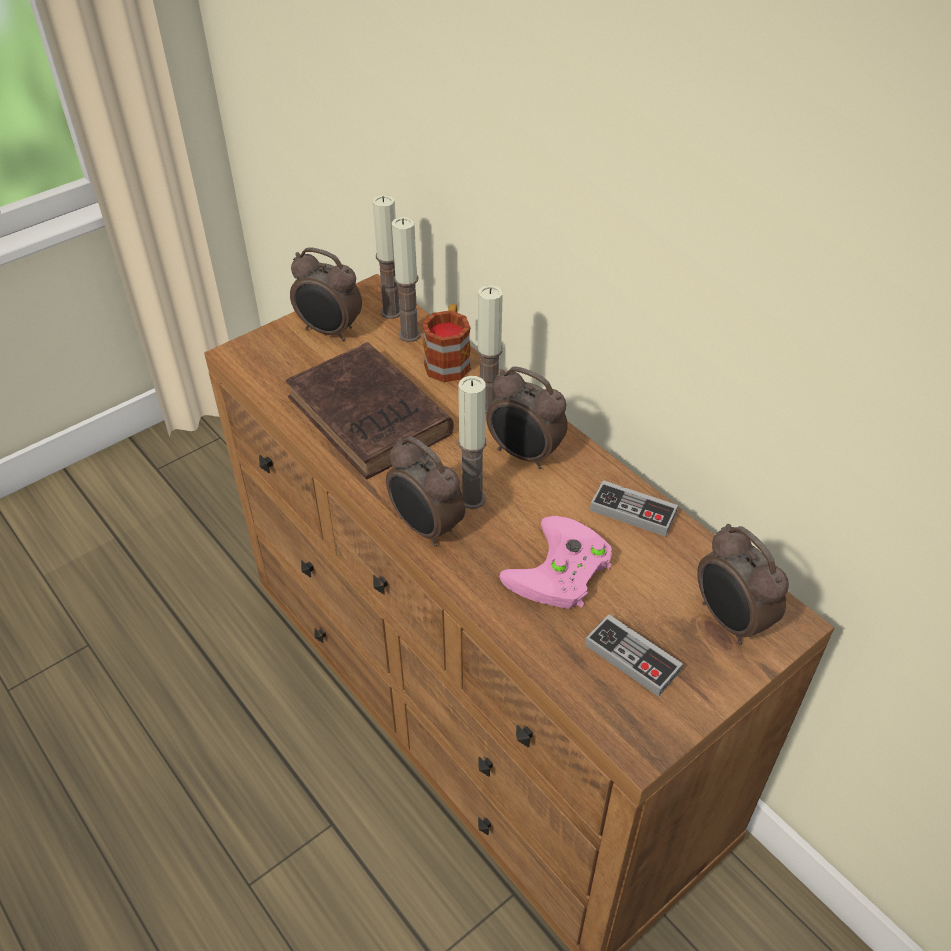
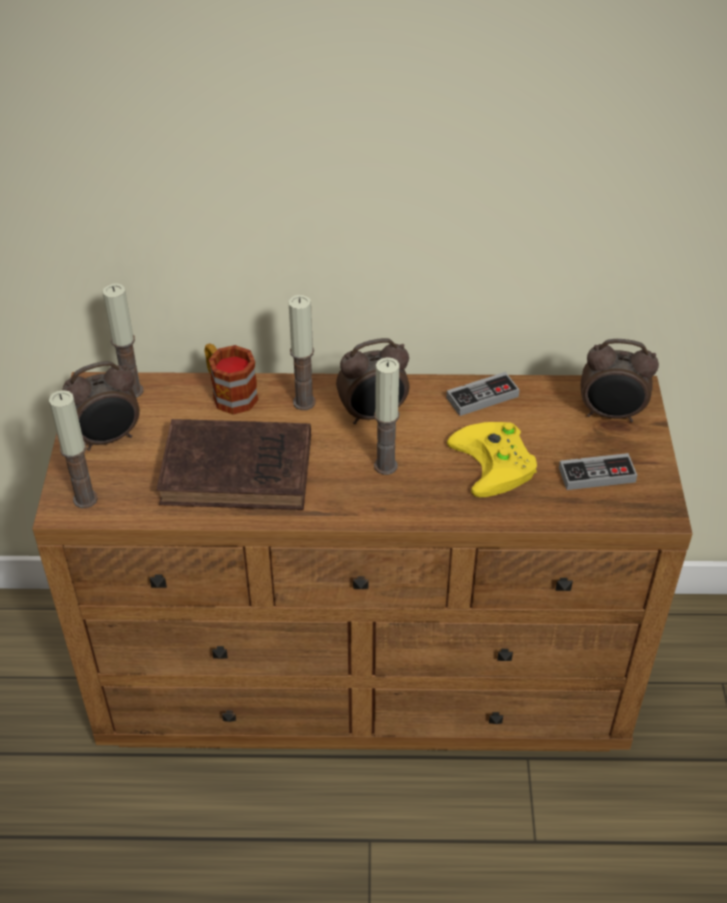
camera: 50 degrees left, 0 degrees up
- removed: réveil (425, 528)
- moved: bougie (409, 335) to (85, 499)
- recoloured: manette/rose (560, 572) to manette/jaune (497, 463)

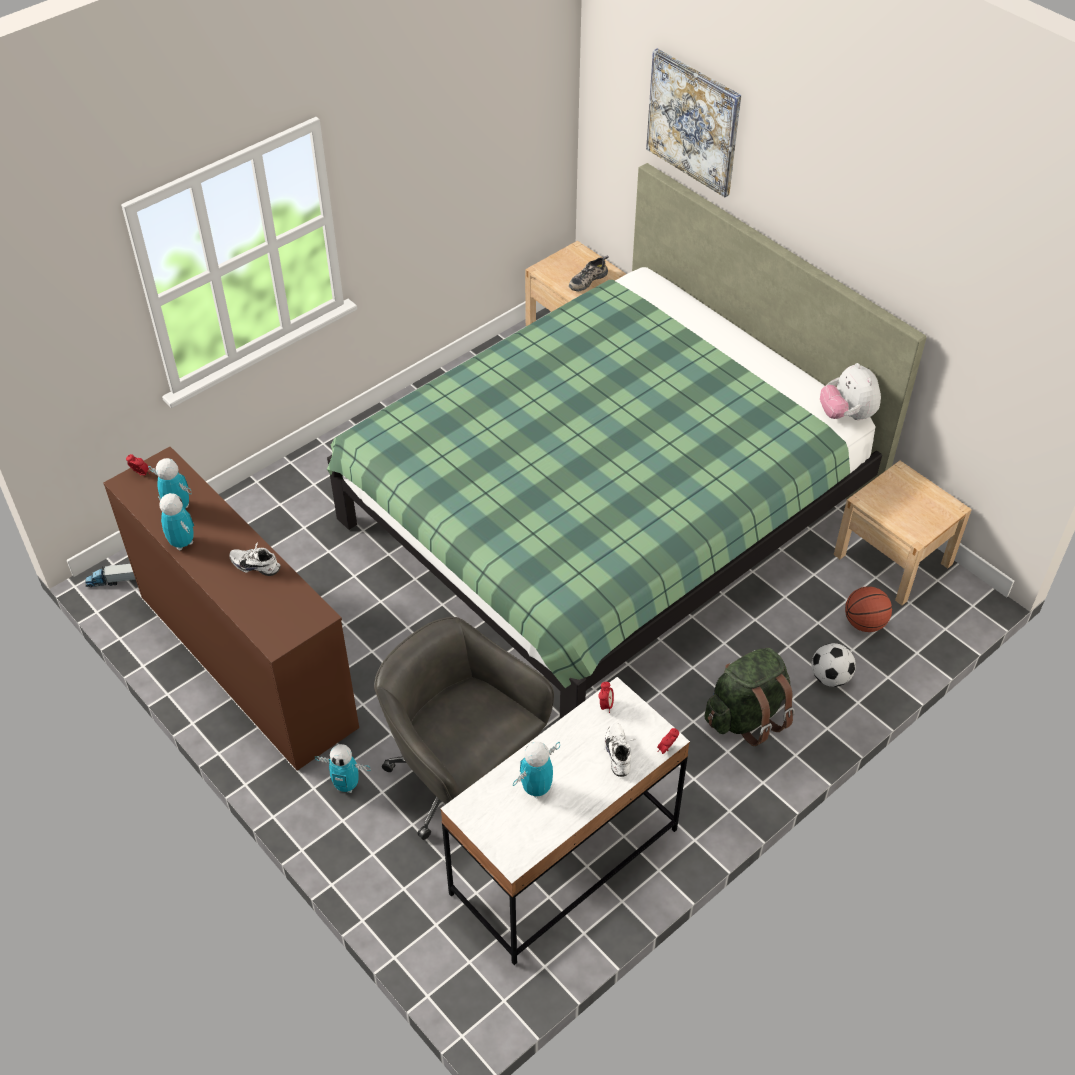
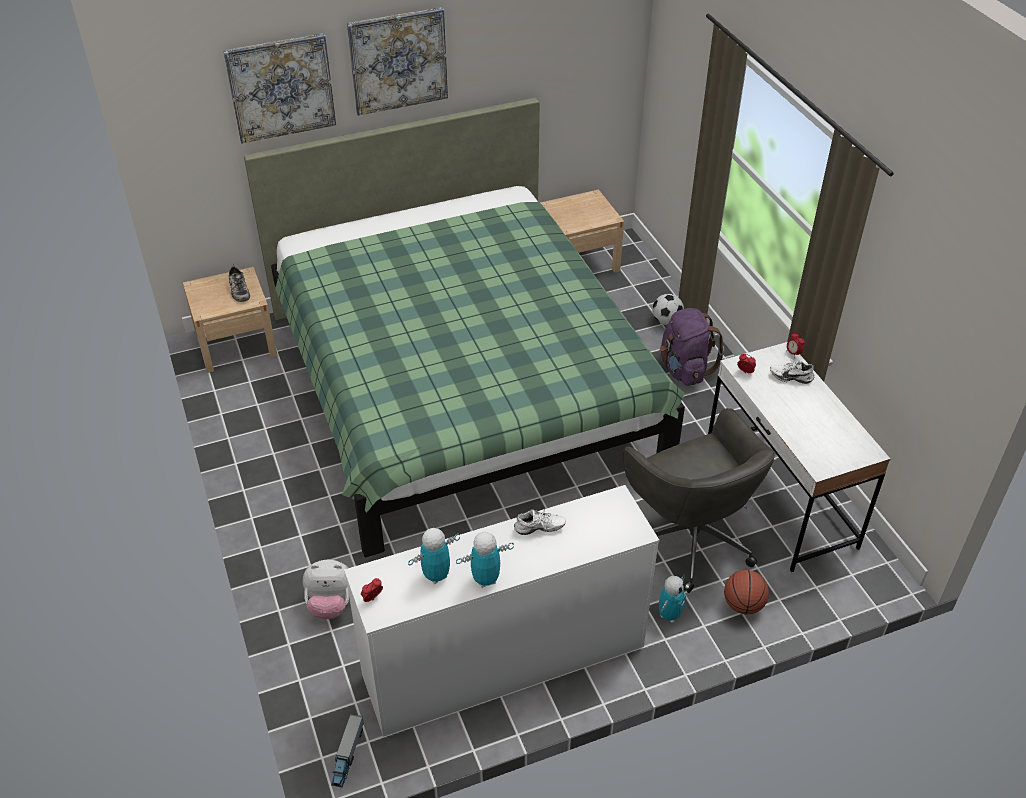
camera: 70 degrees left, 5 degrees down
- removed: robot jouet (536, 789)
- added: tableau (398, 61)
- moved: peluche (847, 415) to (331, 604)
- moved: ballon de basket (864, 623) to (743, 605)
- recoloured: commode/marron (246, 660) to commode/blanc (503, 661)
- recoloured: sac à dos/vert (746, 716) to sac à dos/violet (684, 370)
- turned: chaussure/blanc (256, 565) = (539, 529) 135 degrees counterclockwise
- turned: chaise de bureau/gris (464, 781) = (690, 538) 90 degrees counterclockwise

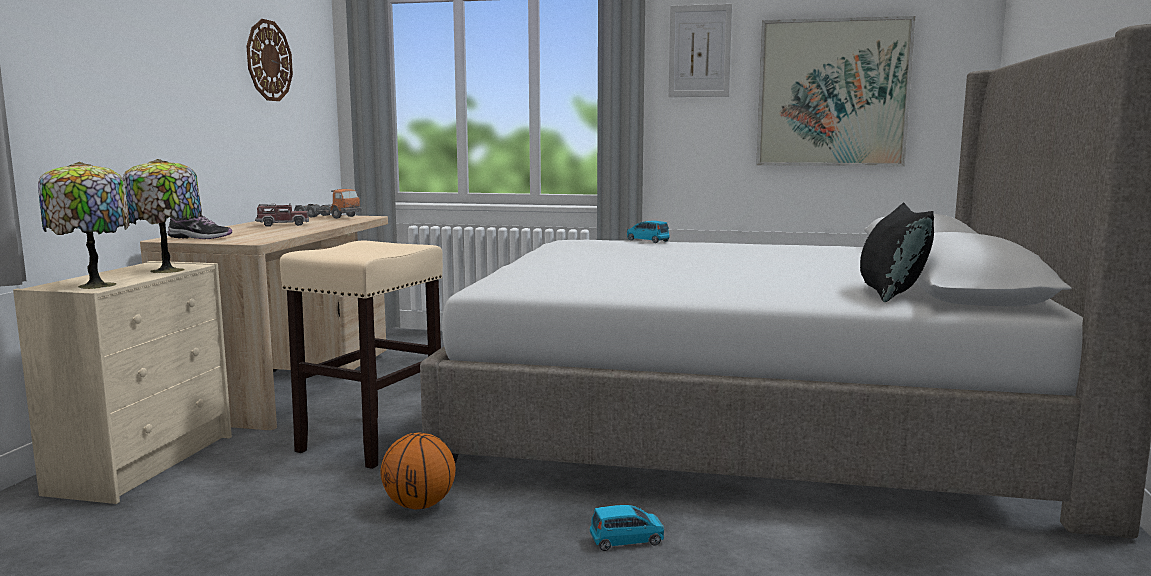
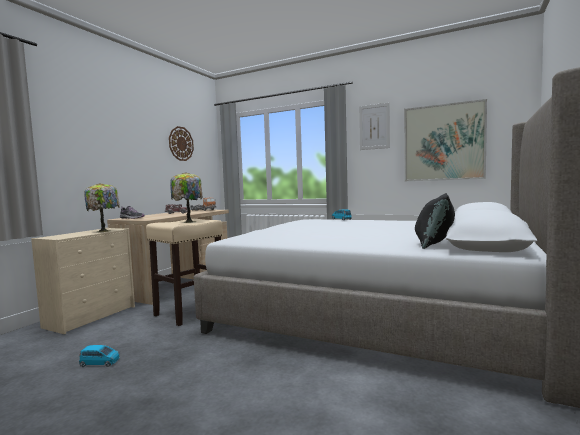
camera: 15 degrees right, 5 degrees down
- removed: ballon de basket (419, 505)
- moved: lampe de table (93, 285) to (188, 222)
- moved: petite voiture/bleu (627, 540) to (100, 363)

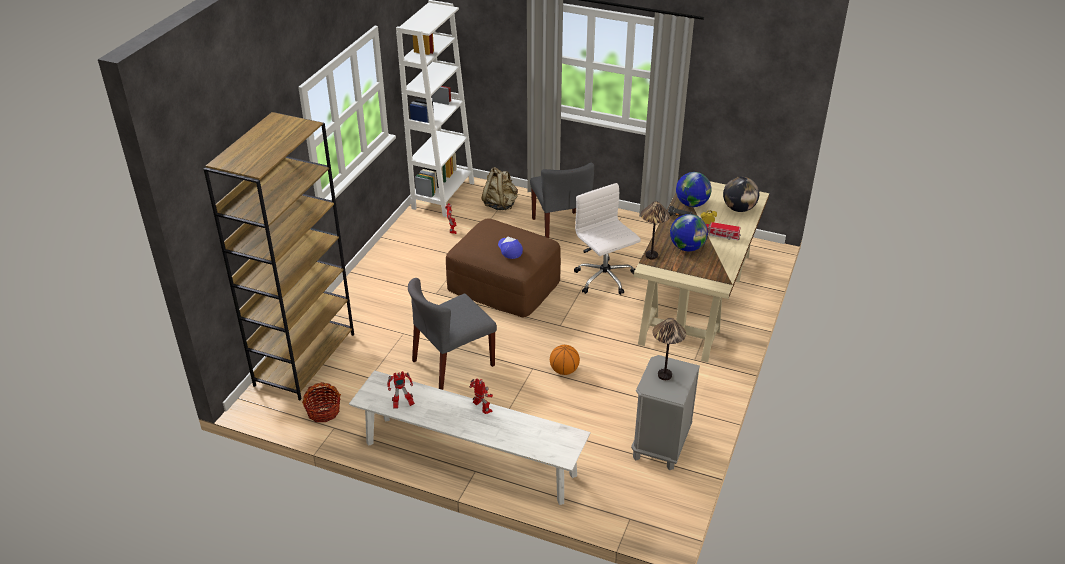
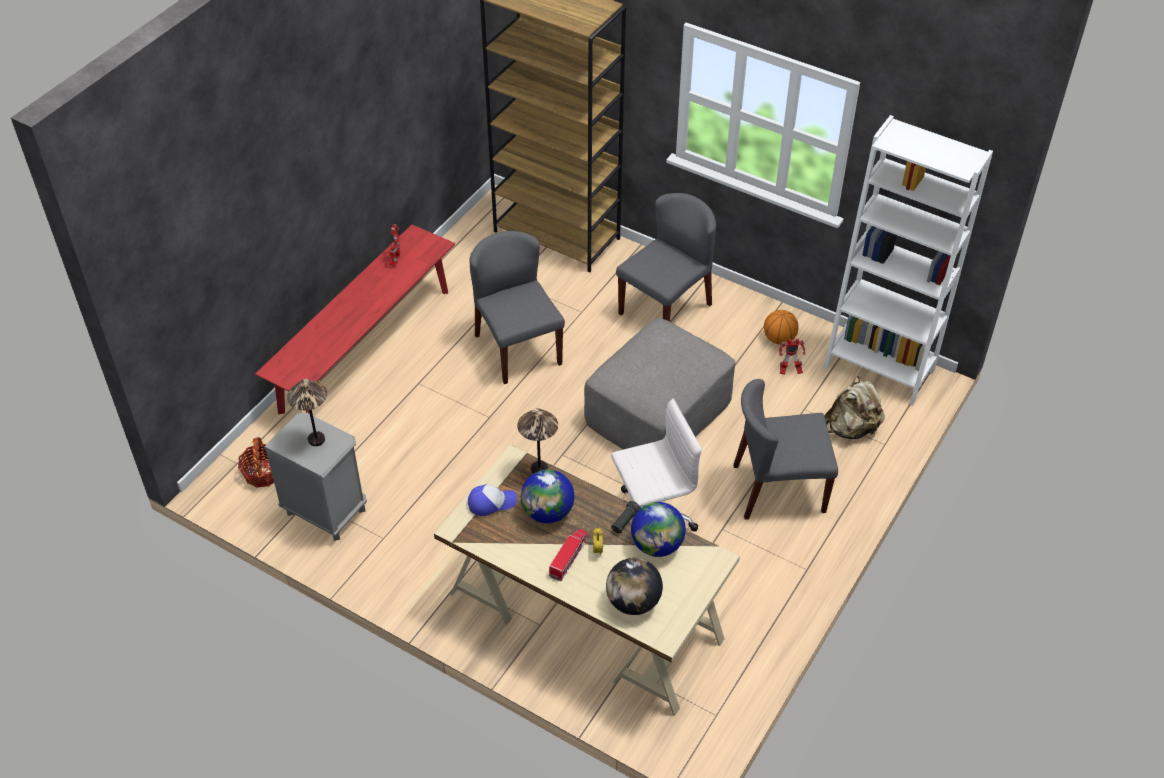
camera: 100 degrees right, 10 degrees up
- removed: robot jouet (482, 409)
- added: chaise/gris (665, 308)
- moved: panier (323, 411) to (263, 473)
- moved: casquette (509, 250) to (491, 502)
- moved: ballon de basket (564, 370) to (779, 339)
- recoloured: banc/blanc (469, 459) to banc/rouge (366, 349)
- recoloured: pouf/marron (504, 284) to pouf/gris (658, 411)

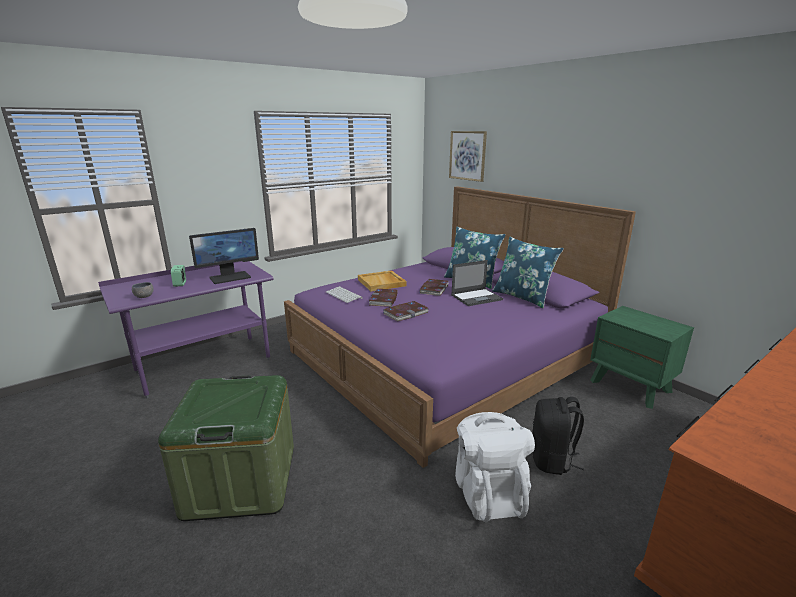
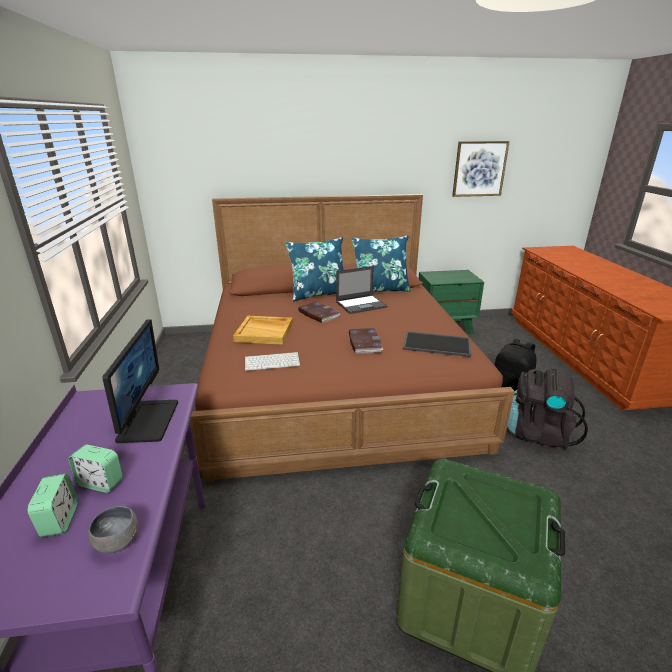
camera: 60 degrees left, 5 degrees up
- removed: livre (384, 299)
- added: réveil (60, 520)
- added: plateau (437, 344)
- moved: tableau (467, 155) to (479, 169)
- recoloured: lit/violet (443, 356) to lit/marron (334, 379)
- recoloured: sac à dos/blanc (488, 492) to sac à dos/noir (537, 433)
- turned: ordinateur portable (477, 297) = (361, 304) 60 degrees clockwise

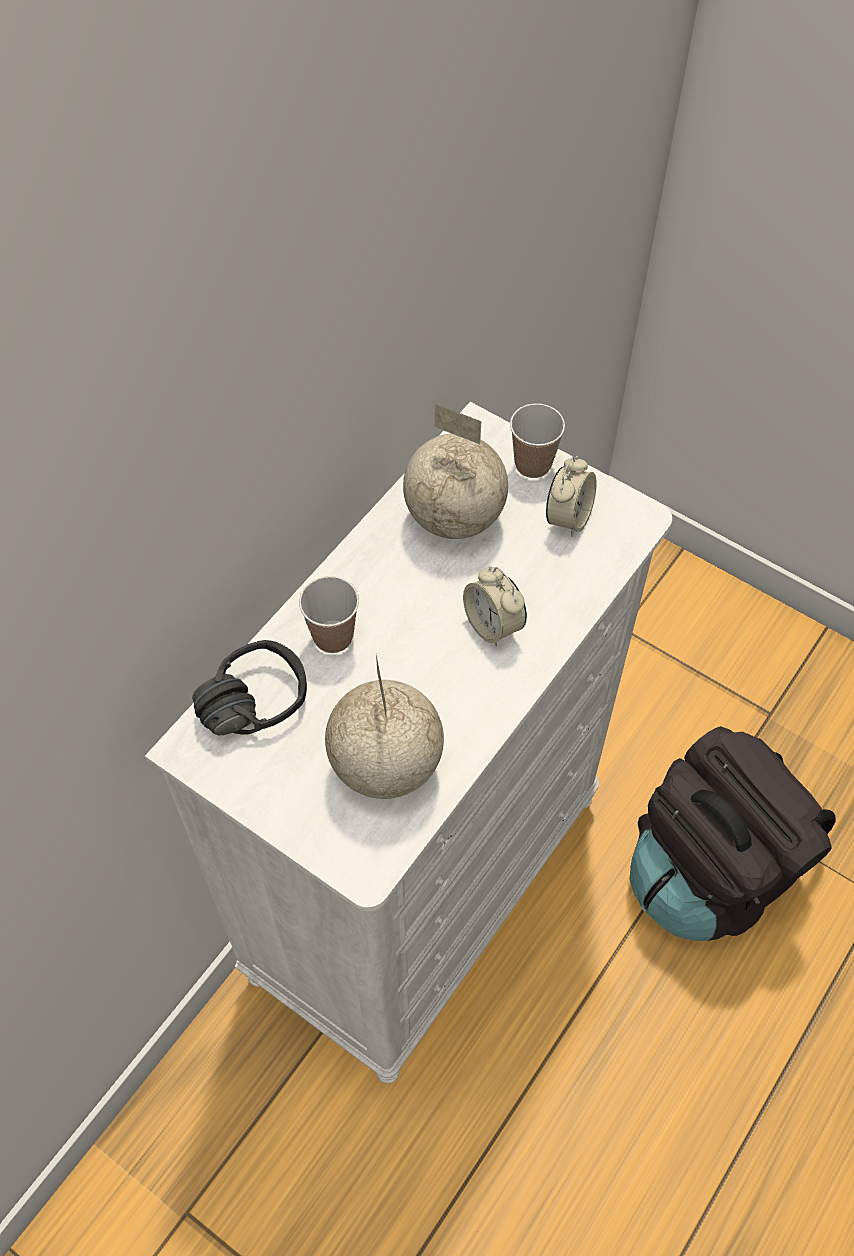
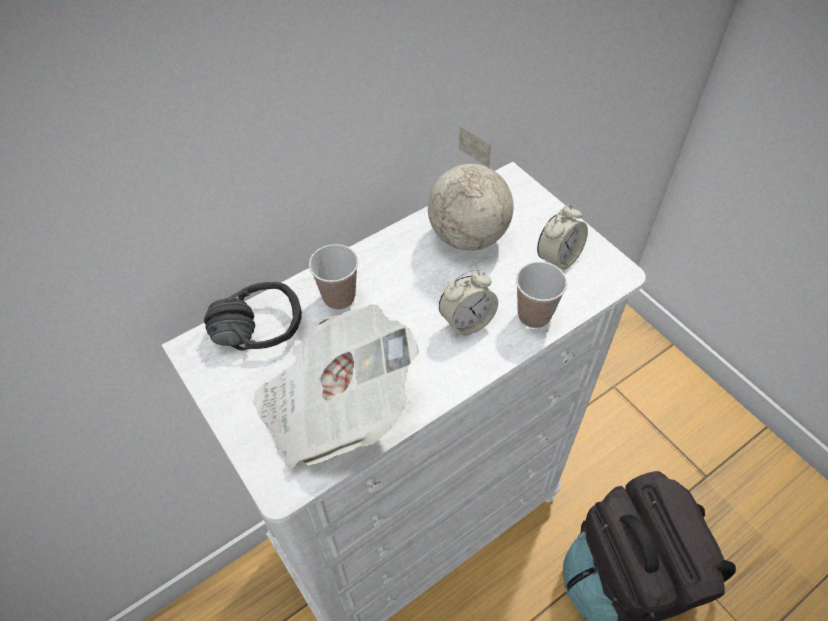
camera: 20 degrees right, 5 degrees down
- moved: tasse (533, 464) to (534, 315)
- replaced: globe (385, 766) to journal (335, 406)
- turned: réveil (493, 625) = (466, 322) 105 degrees counterclockwise

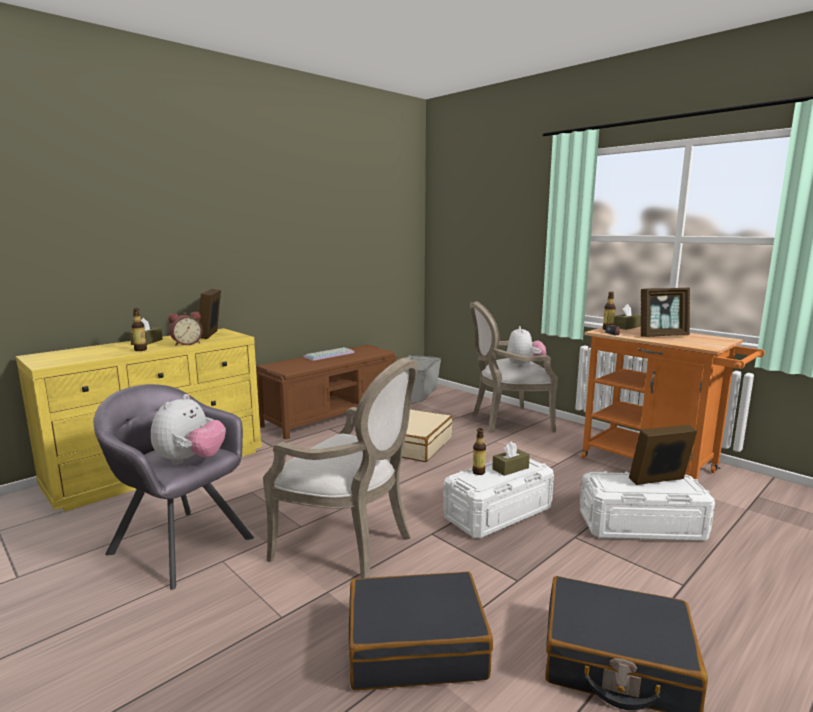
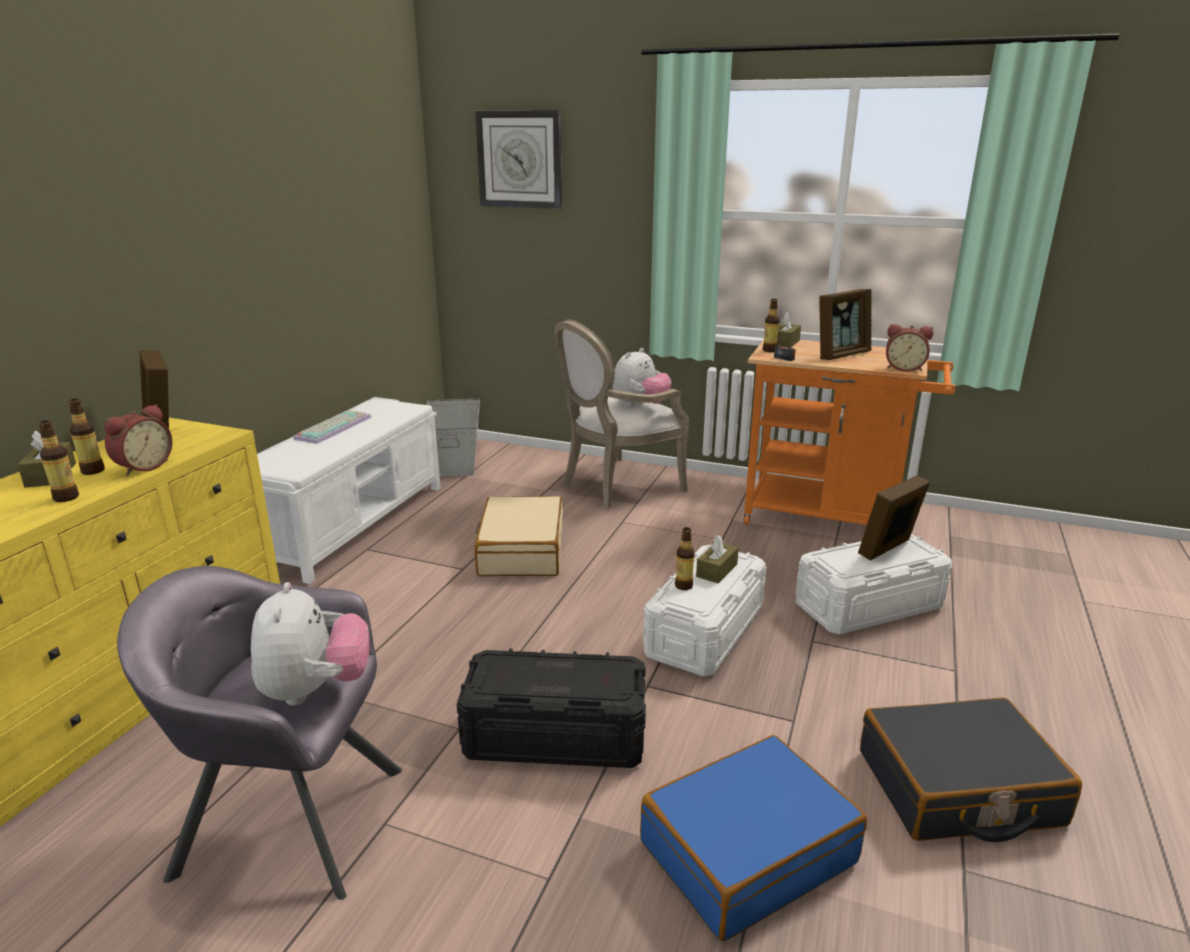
camera: 25 degrees left, 10 degrees up
- added: bouteille (93, 471)
- added: horloge murale (520, 159)
- added: réveil (904, 368)
- replaced: fauteuil (351, 545) to boîte de rangement/noir (555, 736)
- recoloured: banc/marron (332, 415) to banc/blanc (352, 523)
- recoloured: valise/noir (416, 645) to valise/bleu (747, 851)
- turned: peluche (524, 365) = (640, 405) 60 degrees clockwise

